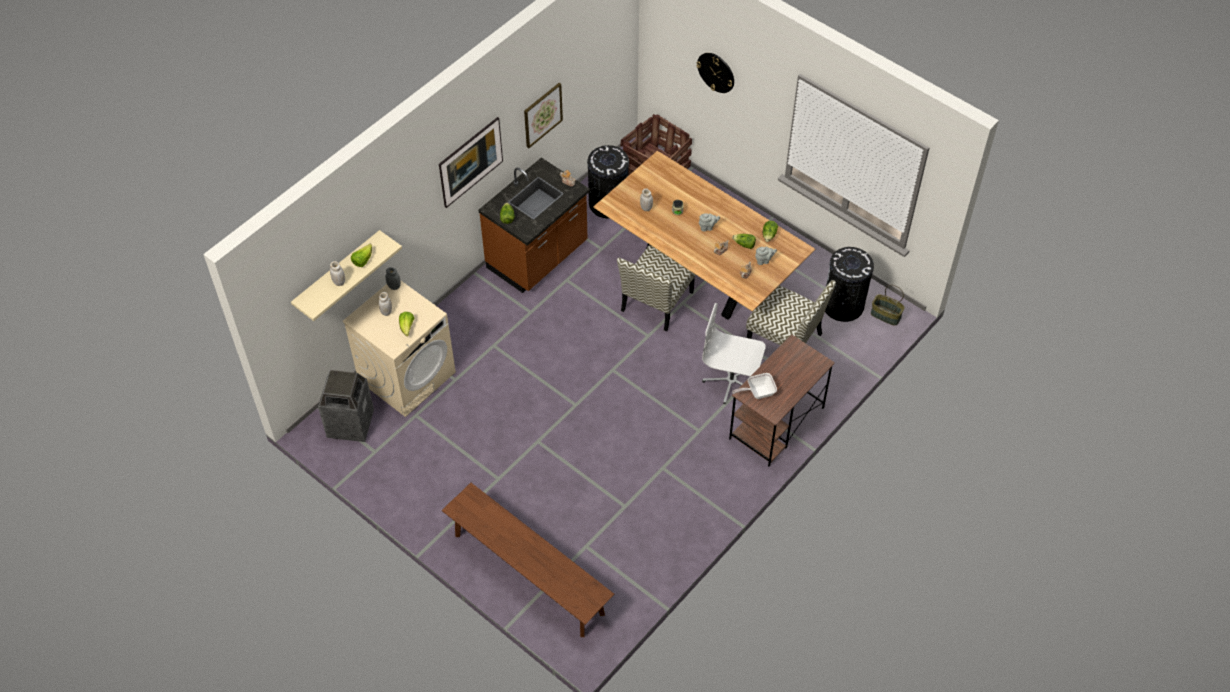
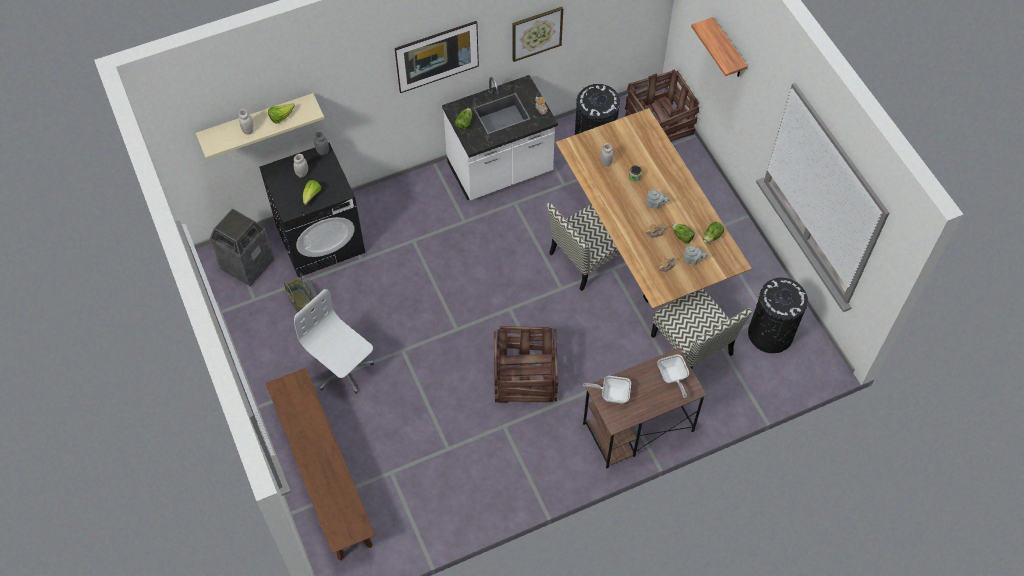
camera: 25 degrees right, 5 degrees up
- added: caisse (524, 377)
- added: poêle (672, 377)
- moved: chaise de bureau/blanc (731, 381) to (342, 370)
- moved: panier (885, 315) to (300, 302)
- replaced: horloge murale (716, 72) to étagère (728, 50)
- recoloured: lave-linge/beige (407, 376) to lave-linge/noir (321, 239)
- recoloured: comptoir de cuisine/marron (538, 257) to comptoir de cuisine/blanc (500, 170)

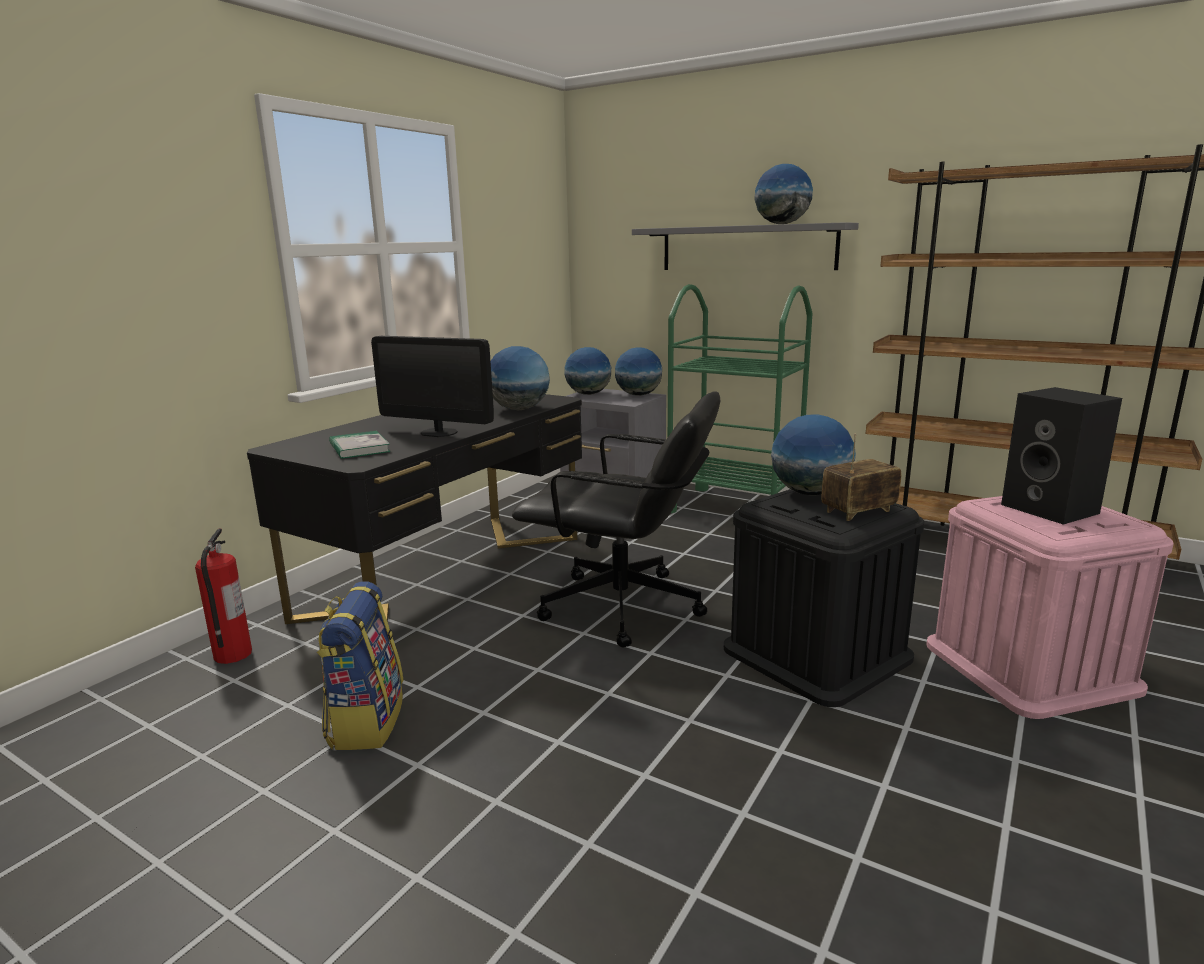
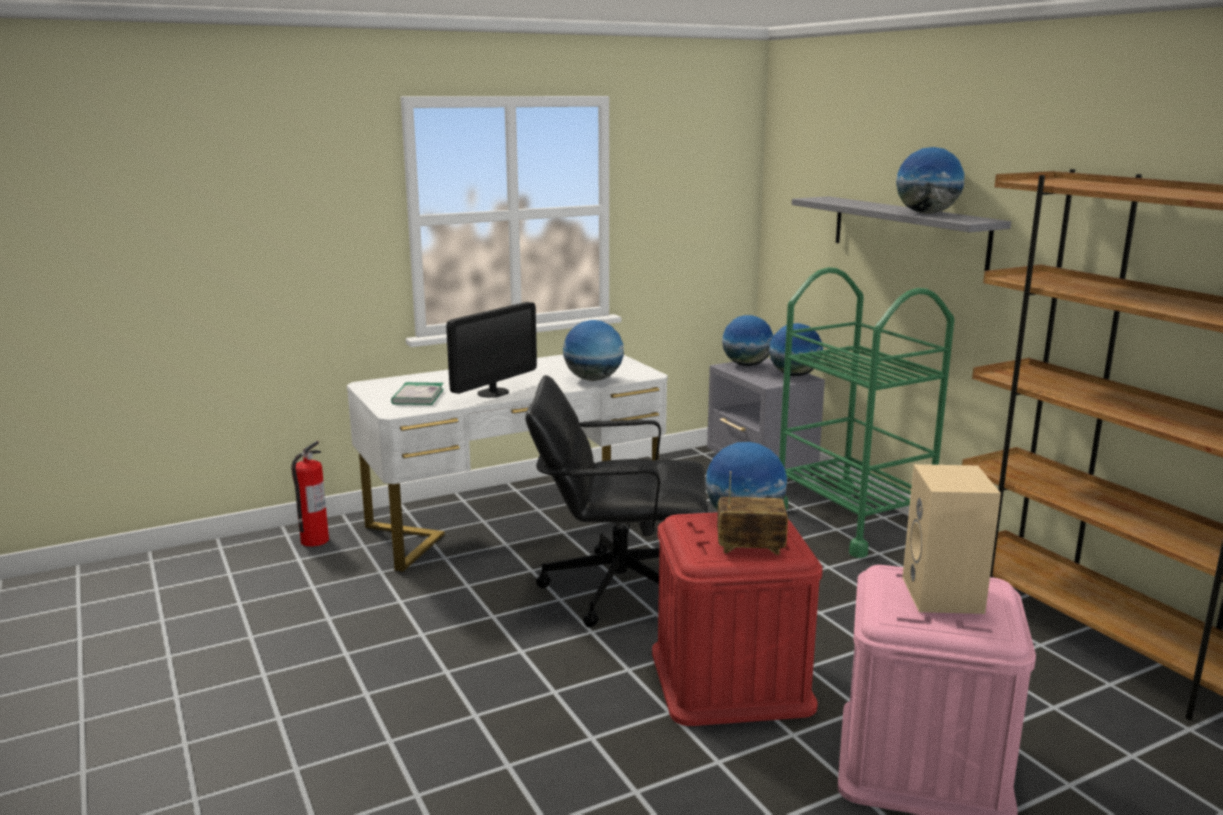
camera: 30 degrees right, 0 degrees up
- removed: sac à dos (365, 721)
- recoloured: bureau/noir (448, 575) to bureau/blanc (514, 520)
- recoloured: boîte de rangement/noir (816, 653) to boîte de rangement/rouge (730, 678)
- recoloured: enceinte/noir (1052, 509) to enceinte/beige (944, 596)
- turned: écran d'ordinateur (439, 432) = (493, 392) 105 degrees counterclockwise
- turned: chaise de bureau/noir (623, 608) = (617, 588) 135 degrees clockwise

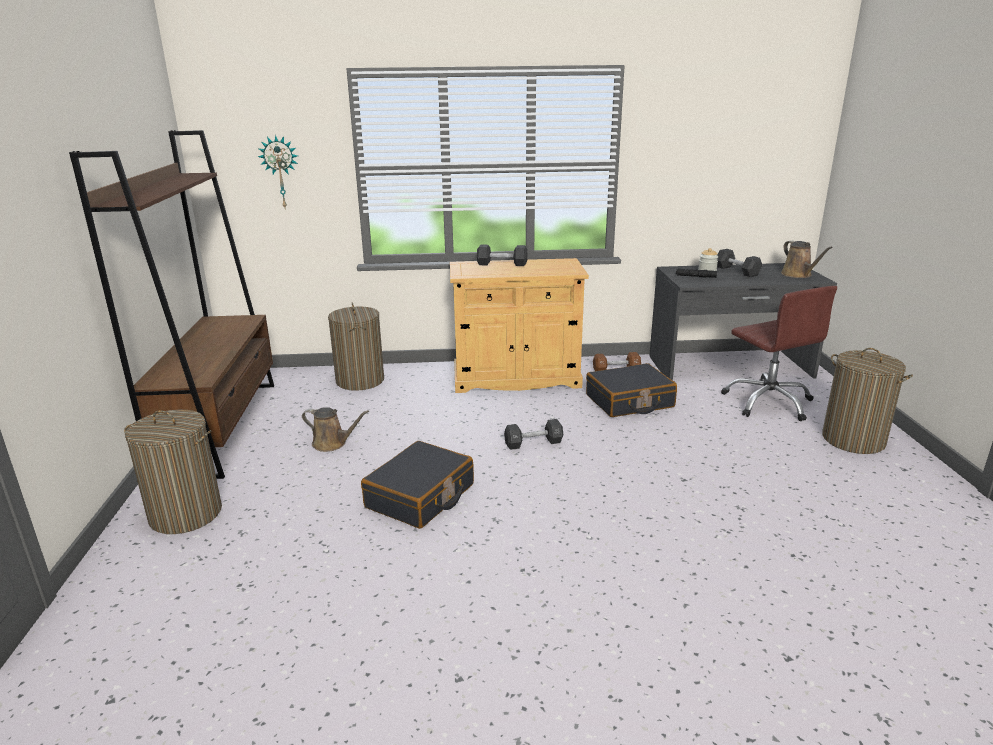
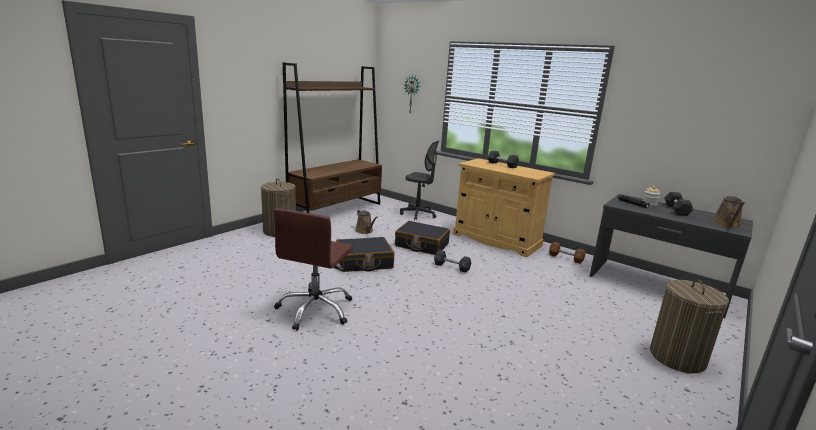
camera: 40 degrees right, 5 degrees down
- moved: valise/noir (629, 401) to (421, 245)
- moved: chaise de bureau/marron (768, 402) to (315, 310)
- replaced: panier à linge (360, 380) to chaise de bureau/gris (418, 214)

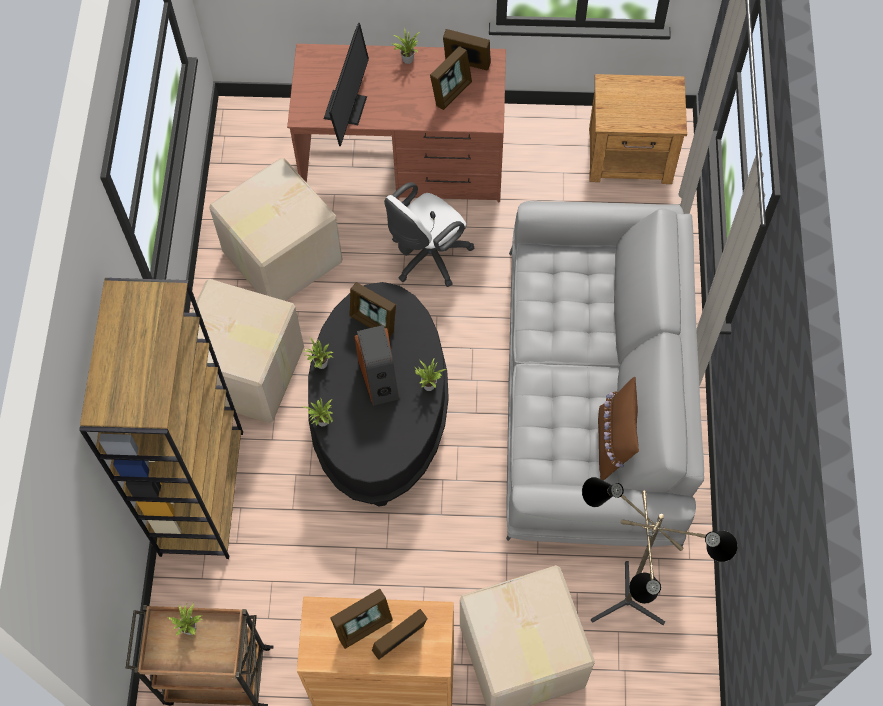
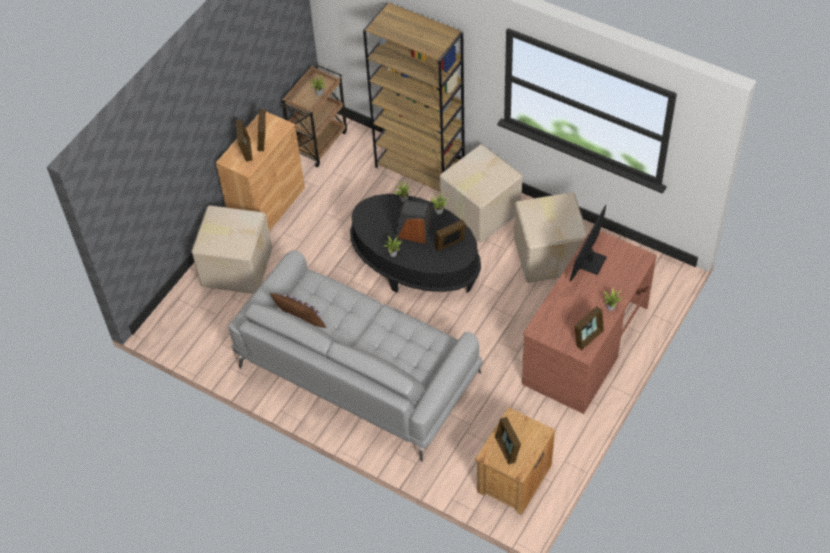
camera: 120 degrees right, 10 degrees down
- removed: chaise de bureau/blanc (427, 257)
- removed: lampadaire (624, 610)
- moved: cadre photo (451, 92) to (507, 449)
- turned: écran d'ordinateur (346, 107) = (589, 261) 75 degrees clockwise

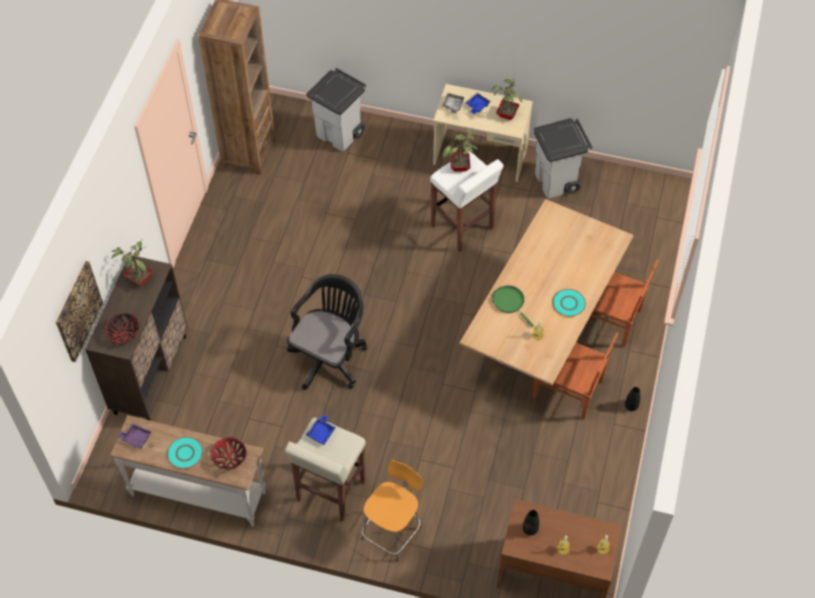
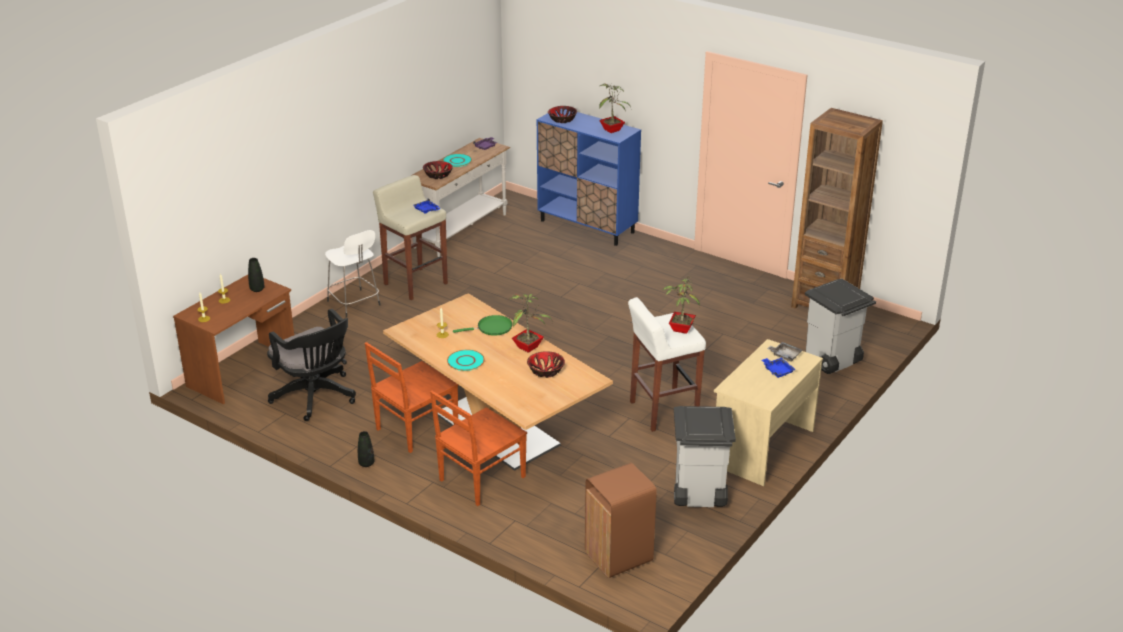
camera: 110 degrees right, 25 degrees down
- removed: tableau (78, 311)
- added: bol (545, 371)
- added: poubelle/marron (618, 556)
- moved: chaise de bureau/noir (330, 356) to (316, 398)
- moved: plante en pot (506, 114) to (528, 347)
- recoloured: meuble de rangement/marron (150, 374) to meuble de rangement/bleu (587, 226)
- recoloured: tabouret/orange (392, 531) to tabouret/blanc (354, 304)

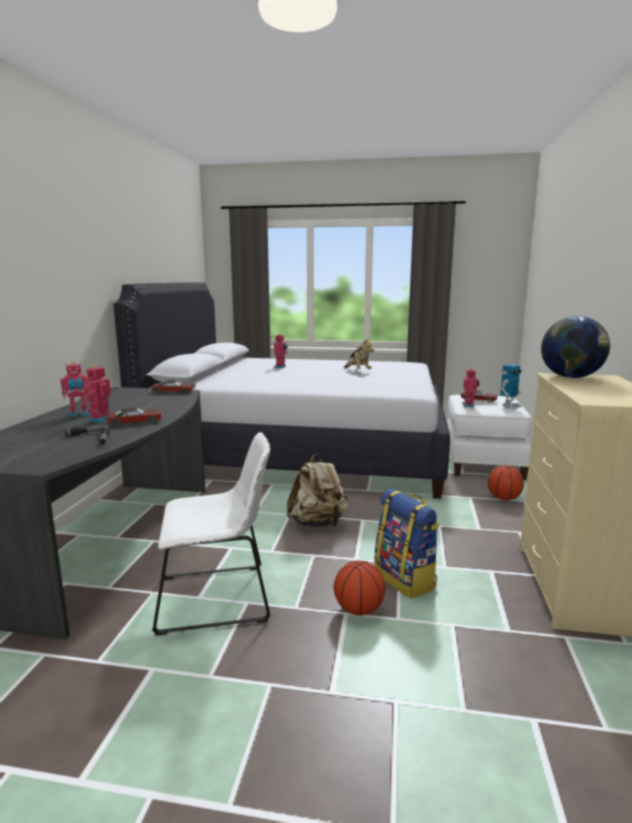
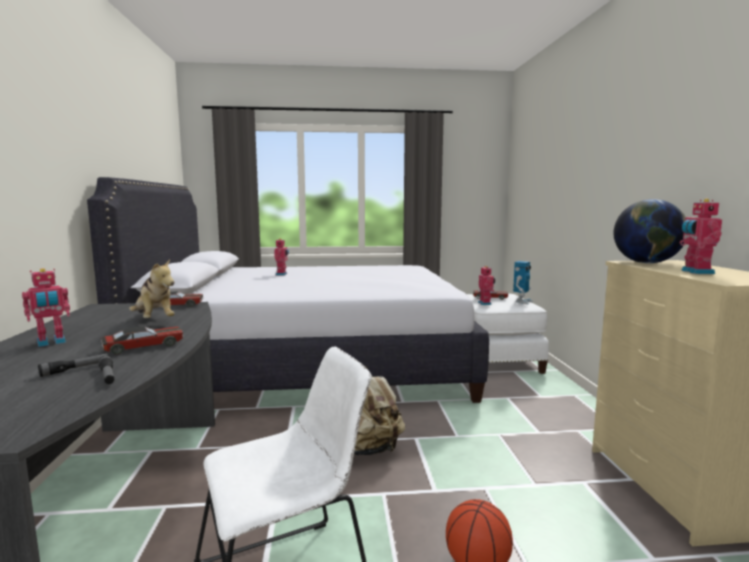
camera: 15 degrees left, 5 degrees down
- removed: sac à dos (405, 579)
- removed: ballon de basket (504, 498)
- moved: robot jouet (99, 419) to (695, 272)
- moved: peluche (357, 371) to (154, 320)

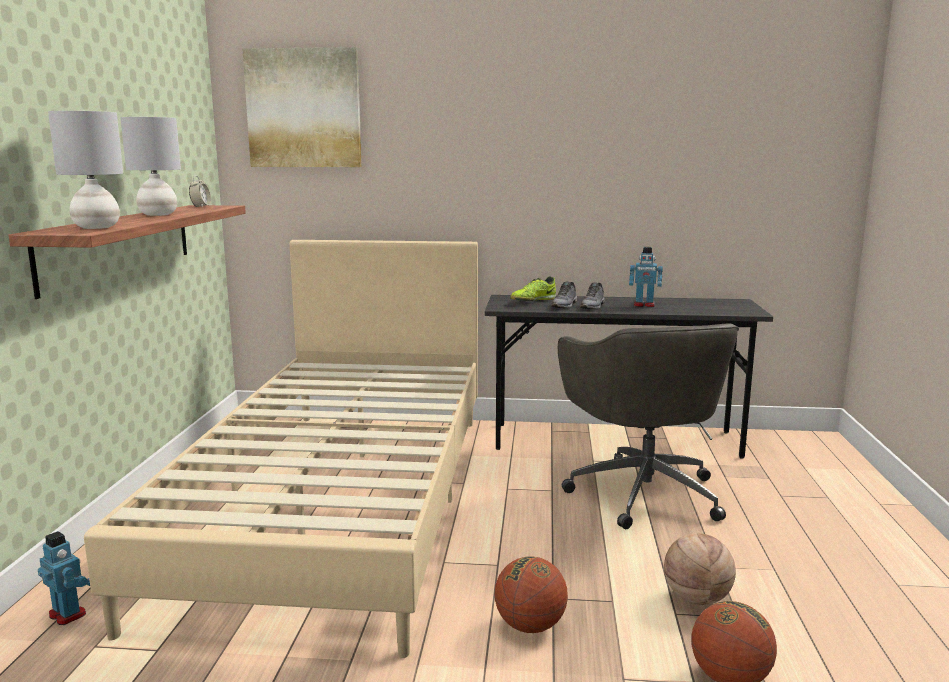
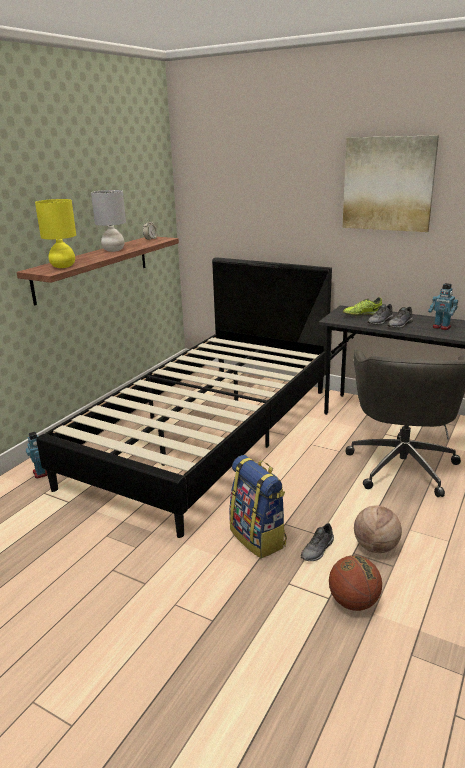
camera: 25 degrees right, 10 degrees up
- added: chaussure/gris (318, 550)
- moved: tableau (304, 108) to (388, 184)
- replaced: ballon de basket (530, 626) to sac à dos (259, 537)
- recoloured: lampe de table/gris (96, 227) to lampe de table/jaune (63, 266)
- recoloured: lit/beige (342, 500) to lit/noir (207, 433)

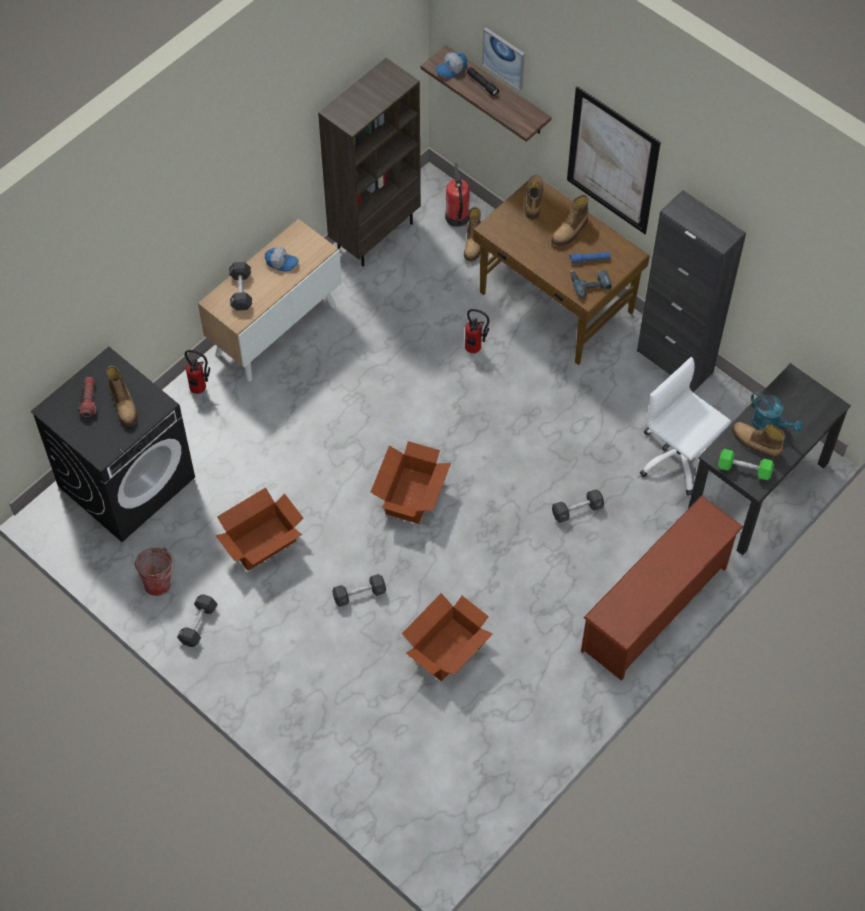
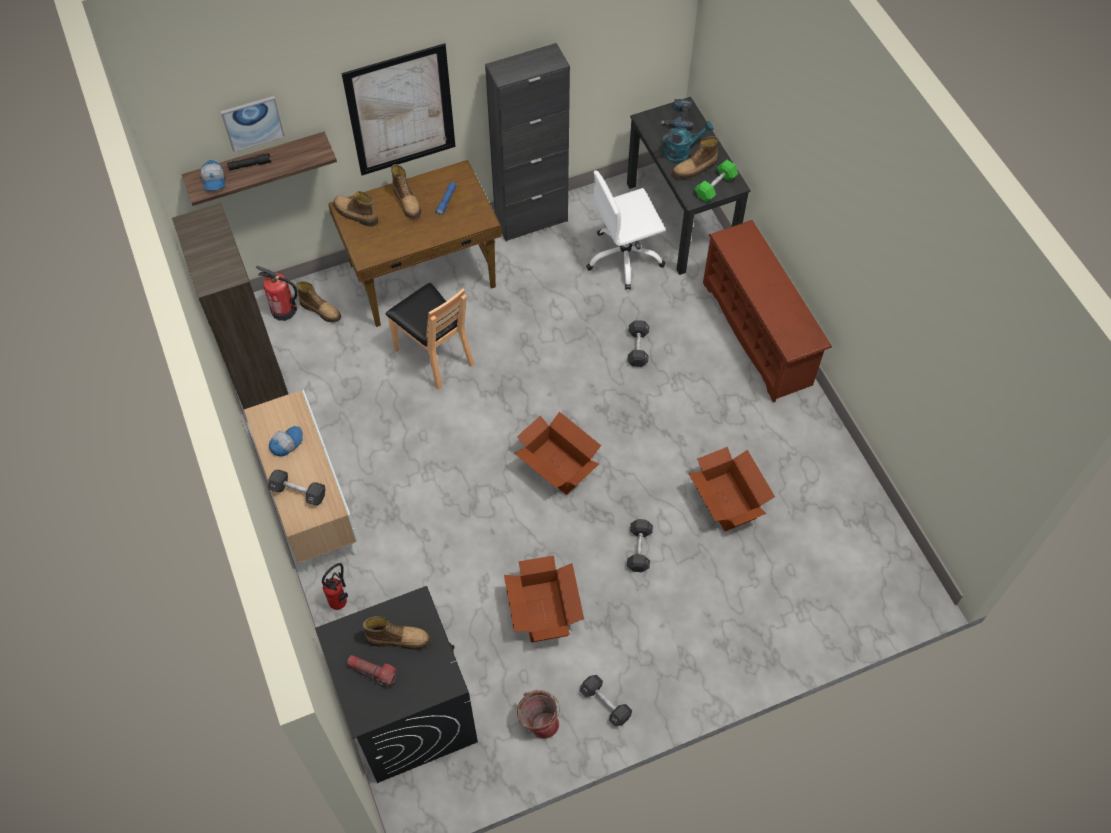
camera: 65 degrees left, 0 degrees up
- moved: perceuse (590, 283) to (677, 117)
- replaced: extincteur (475, 350) to chaise/marron (434, 355)

